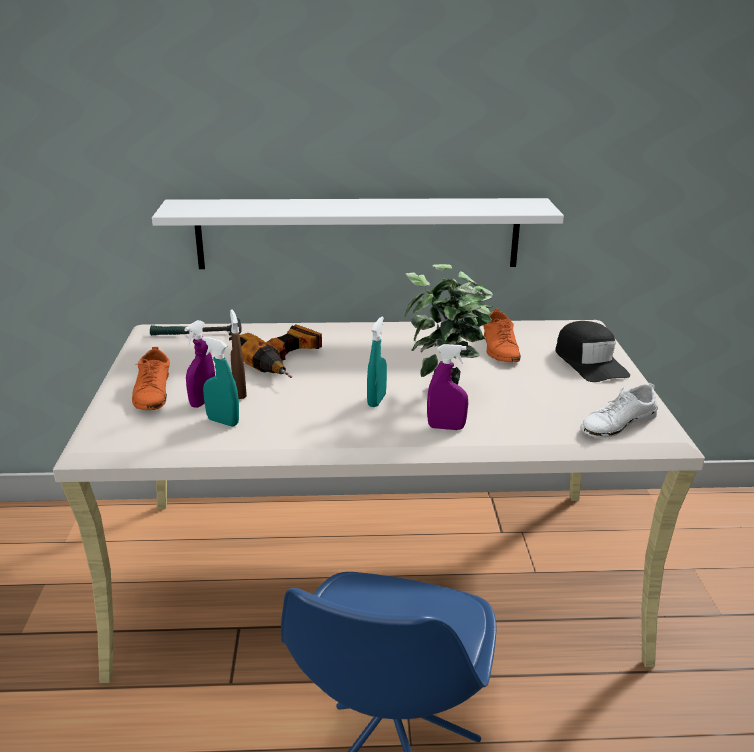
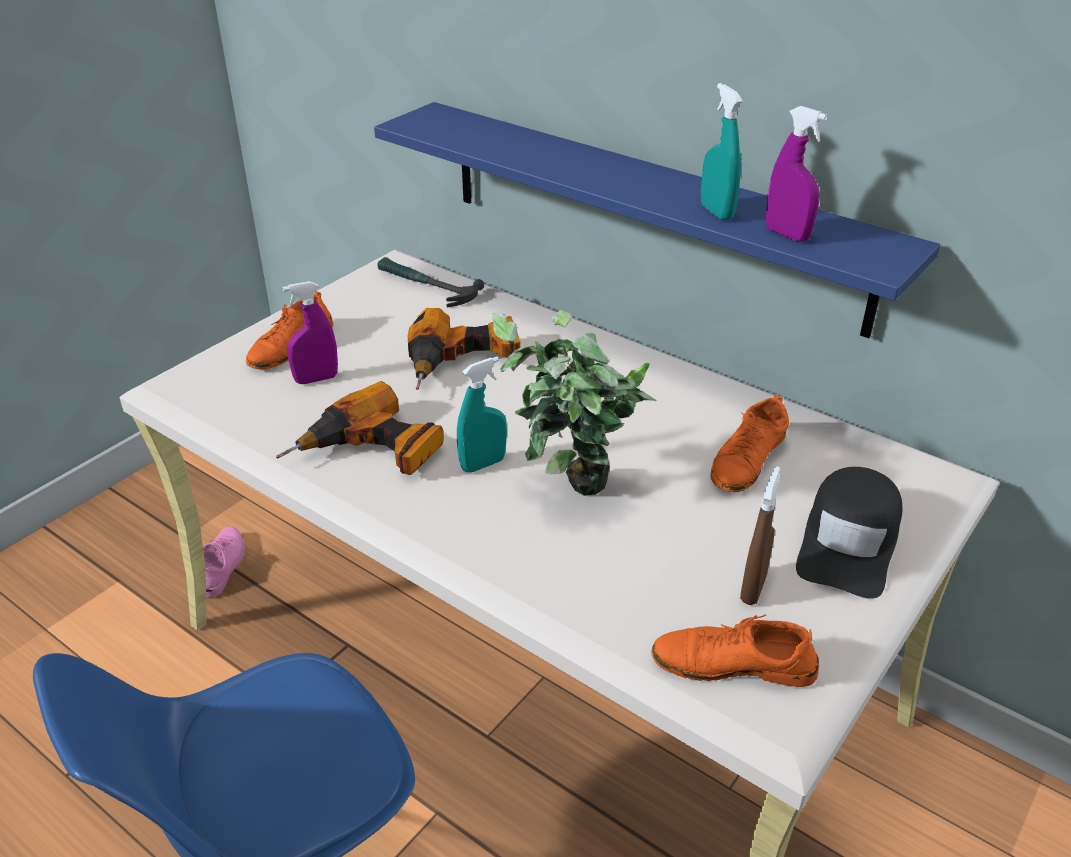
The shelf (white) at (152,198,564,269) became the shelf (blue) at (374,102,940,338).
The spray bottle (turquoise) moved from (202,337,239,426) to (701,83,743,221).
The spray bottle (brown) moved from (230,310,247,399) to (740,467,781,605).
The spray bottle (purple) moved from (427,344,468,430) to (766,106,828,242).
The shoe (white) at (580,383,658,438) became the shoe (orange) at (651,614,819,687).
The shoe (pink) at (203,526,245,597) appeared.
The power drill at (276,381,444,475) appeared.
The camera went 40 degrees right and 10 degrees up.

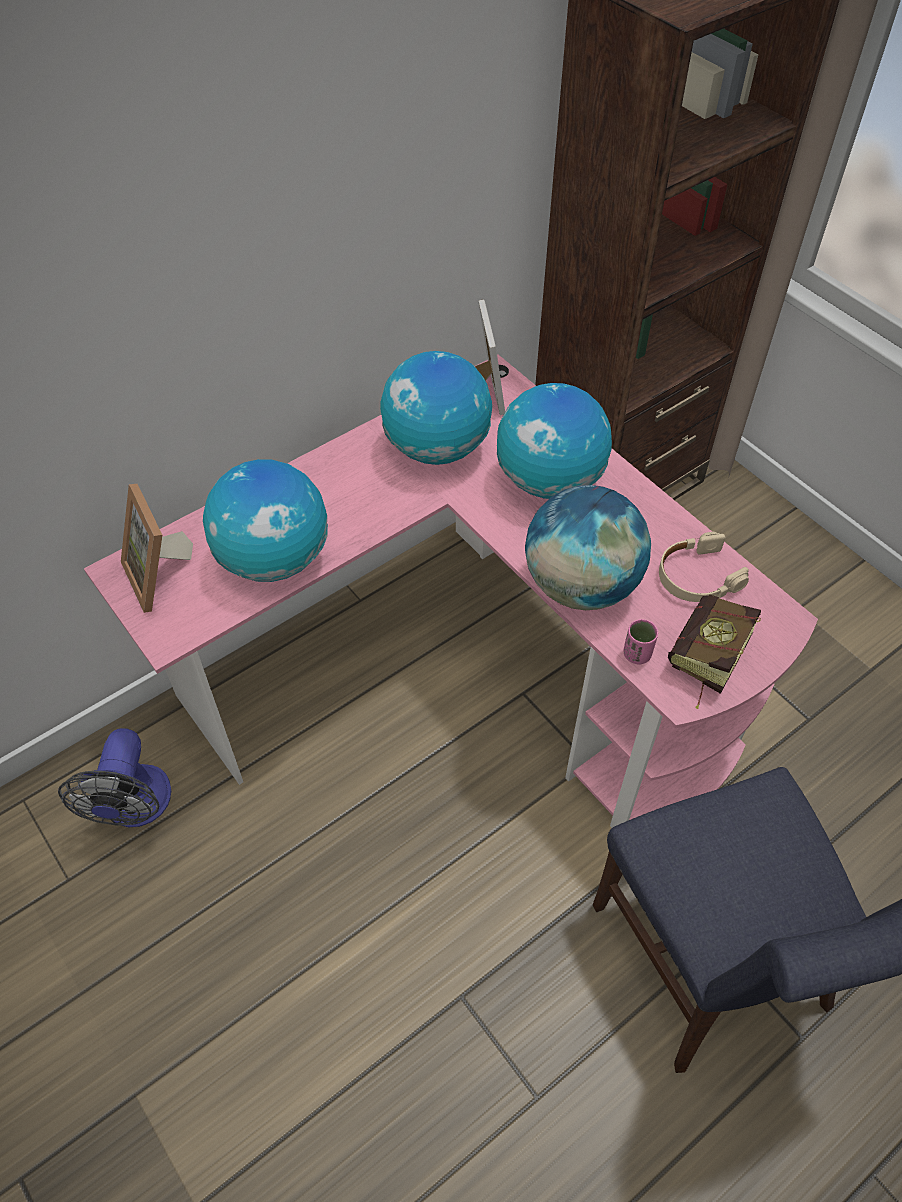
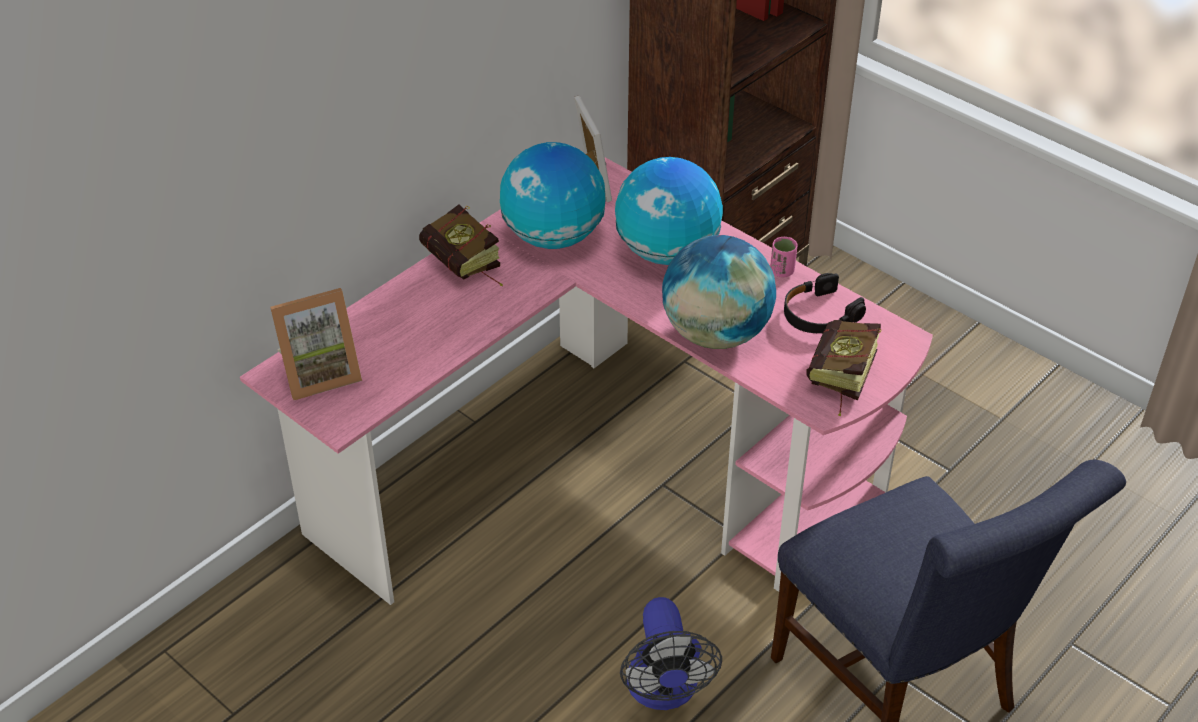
The fan moved from (58,728,171,827) to (620,597,722,710).
The picture frame at (121,484,193,613) turned 75 degrees counterclockwise.
The globe at (203,459,328,582) disappeared.
The cup (pink) moved from (623,619,658,664) to (770,237,797,277).
The headphones (beige) at (659,532,749,602) became the headphones (black) at (784,273,866,333).
The book at (419,205,503,286) appeared.
The camera went 10 degrees left and 10 degrees down.

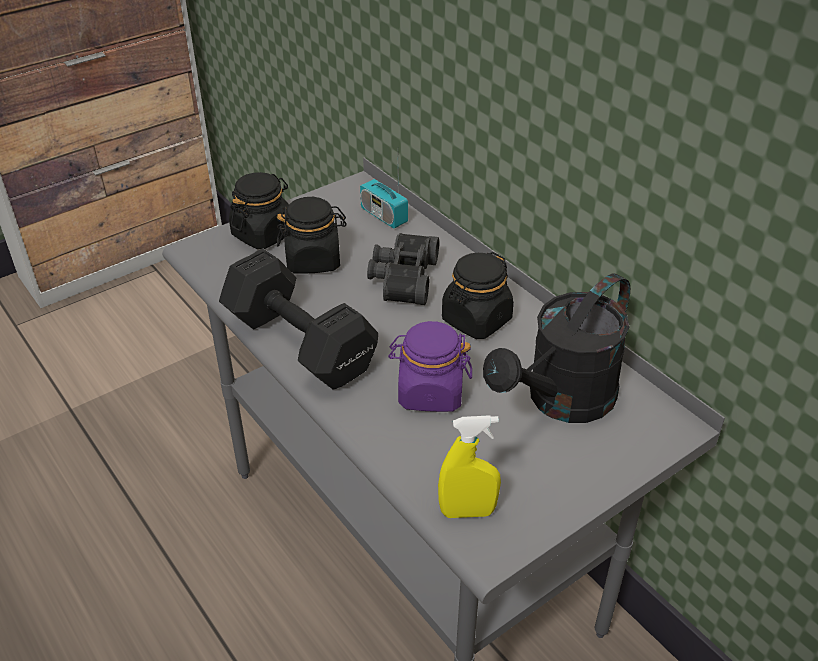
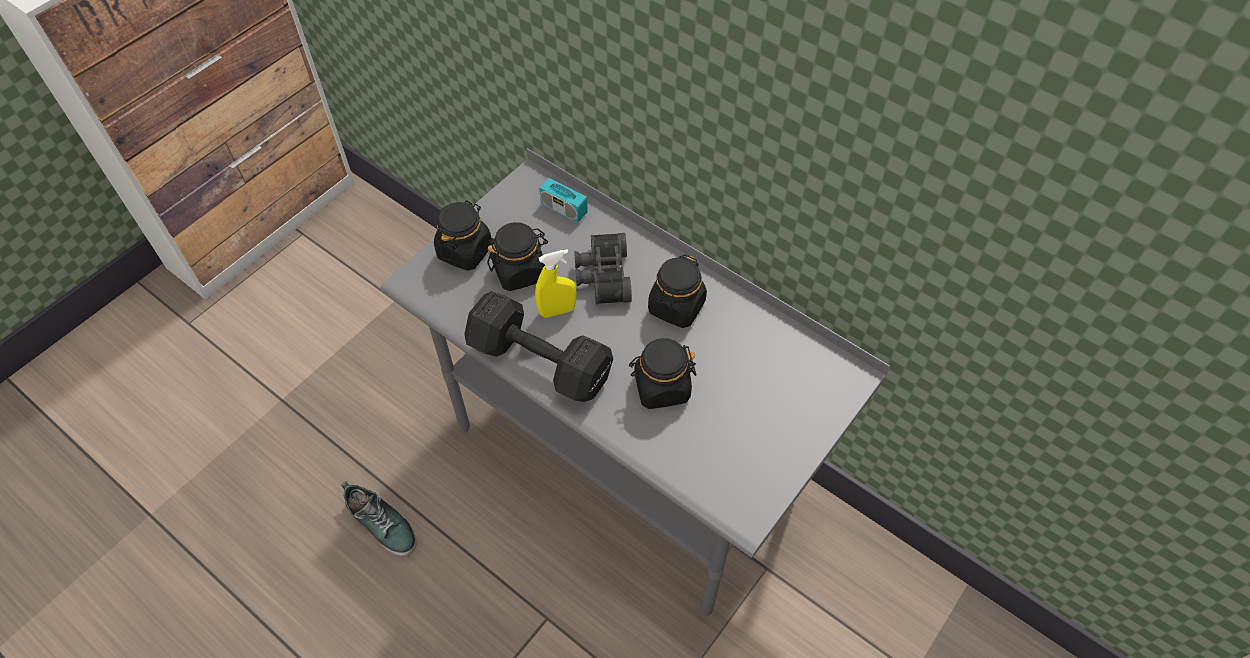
The jar (purple) at (388,321,472,412) became the jar (black) at (629,338,696,409).
The spray bottle (yellow) moved from (438,415,501,518) to (535,249,576,318).
The watering can (black) at (483,274,630,423) disappeared.
The shoe at (341,481,417,556) appeared.
The camera went 15 degrees left and 15 degrees up.

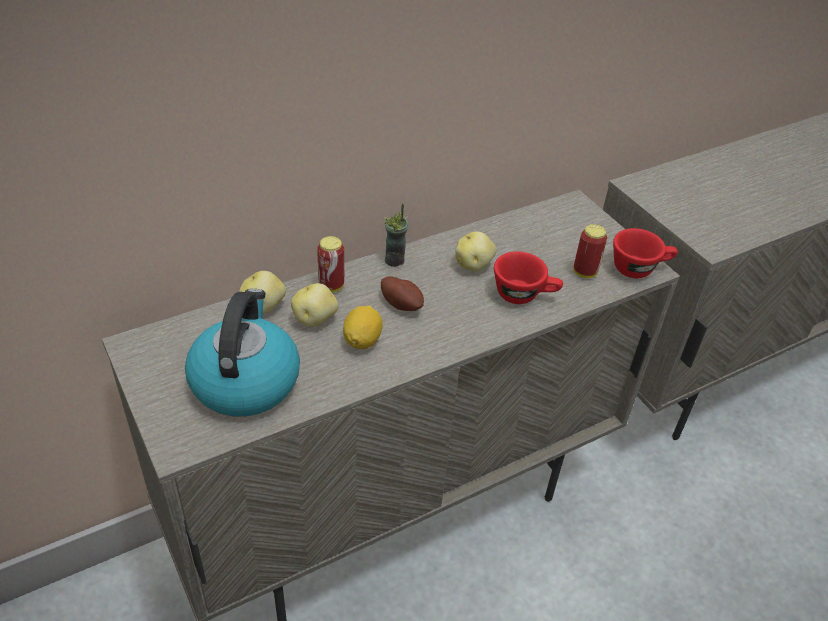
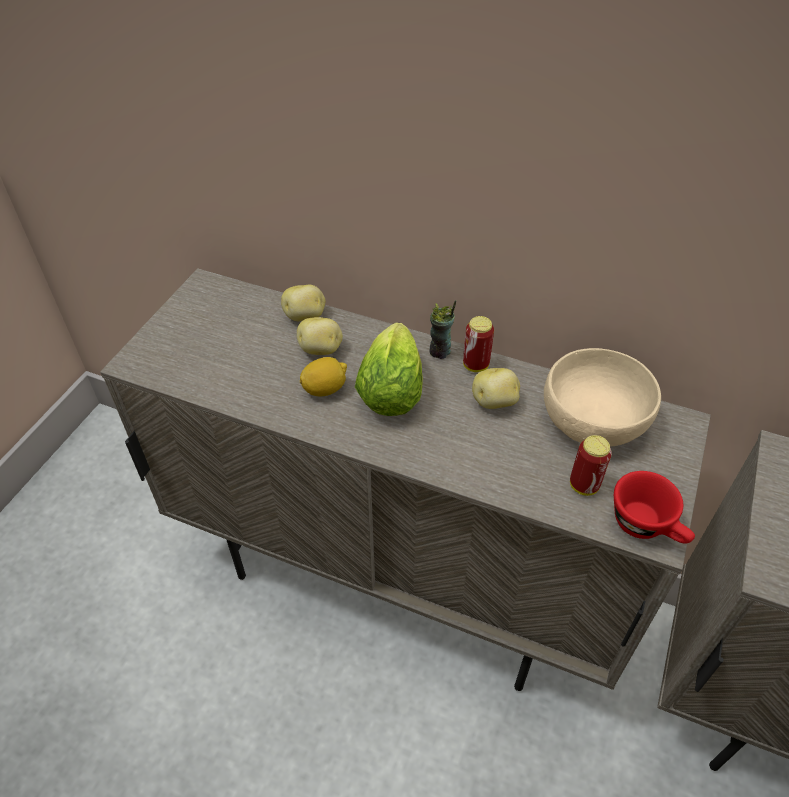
The kettle at (185,289,300,416) disappeared.
The can moved from (317,236,344,292) to (463,316,494,372).
The potato at (381,276,424,311) was replaced by the lettuce at (355,323,423,416).
The cup (red) at (494,251,563,304) disappeared.
The bowl (beige) at (544,348,661,447) appeared.
The camera went 55 degrees right and 5 degrees up.

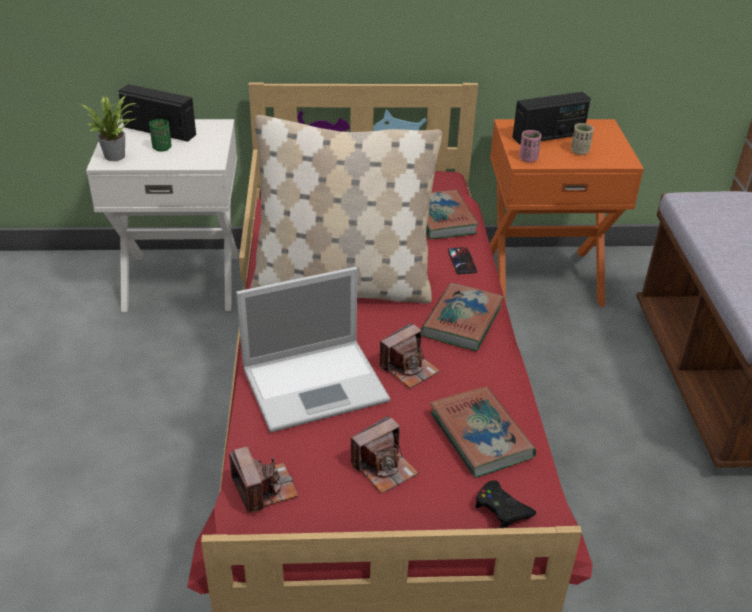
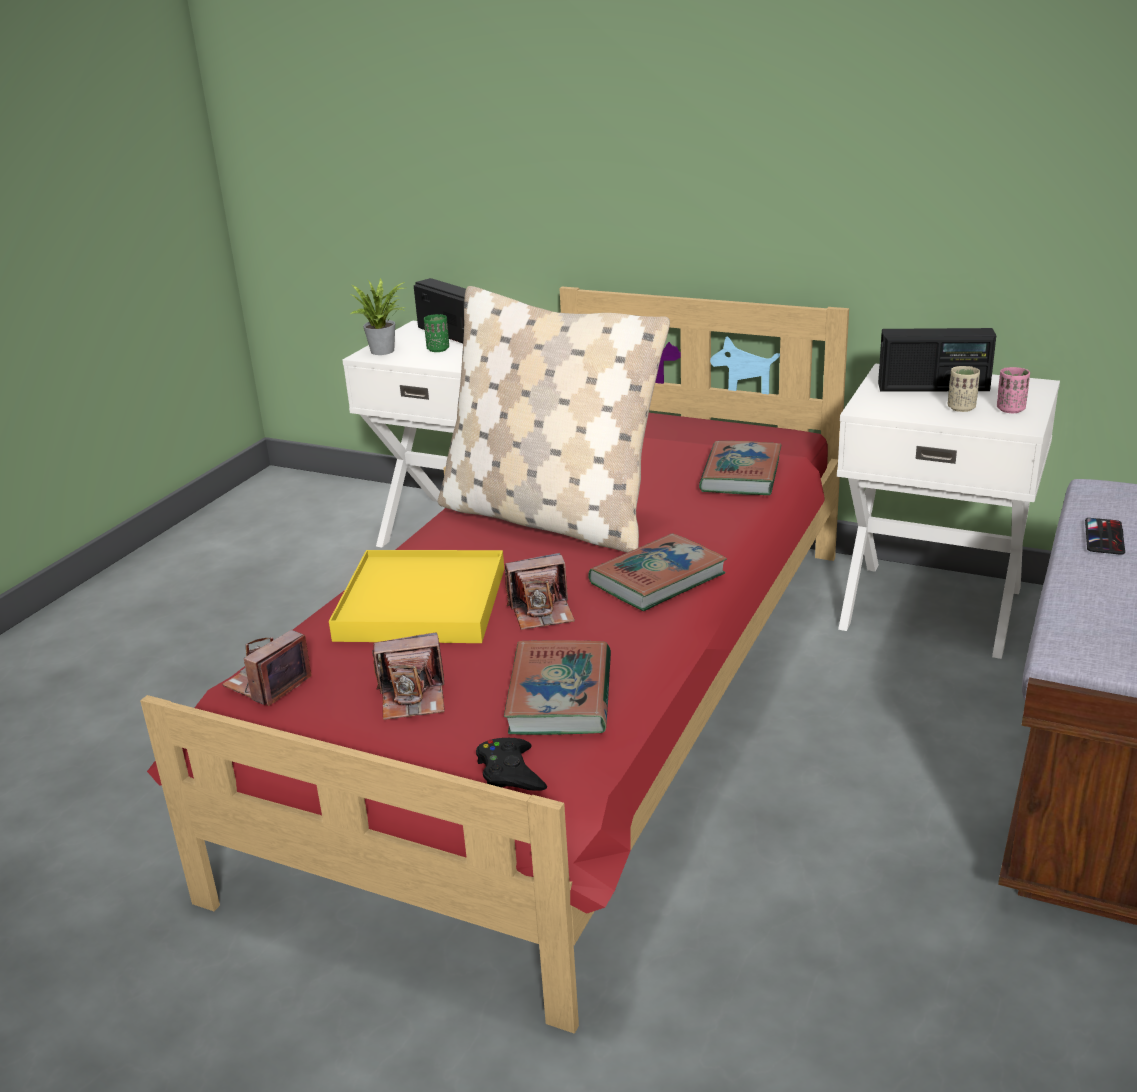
The photo camera at (229,447,298,513) turned 150 degrees counterclockwise.
The laptop at (236,267,390,433) was replaced by the tray (yellow) at (329,550,504,643).
The phone moved from (448,247,477,274) to (1085,518,1125,555).
The nightstand (orange) at (490,119,644,307) became the nightstand (white) at (837,364,1060,659).
The cup (pink) moved from (519,130,542,162) to (997,367,1030,413).
The camera went 30 degrees right and 10 degrees down.

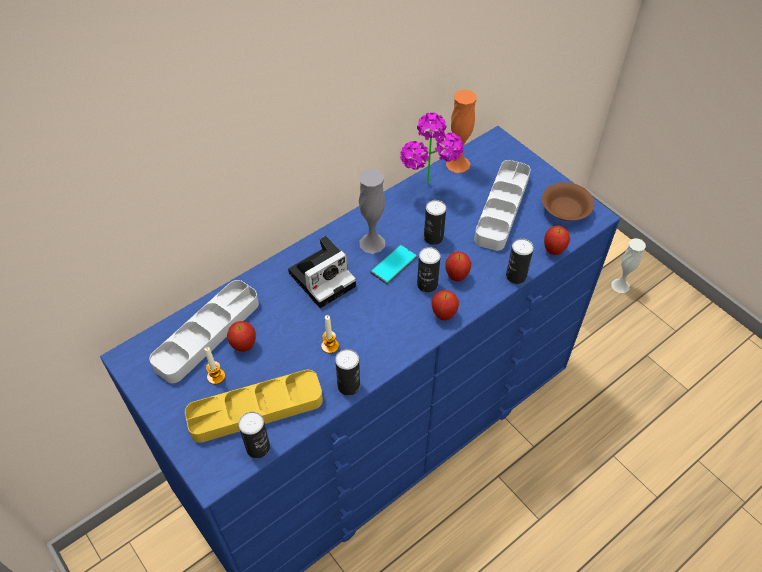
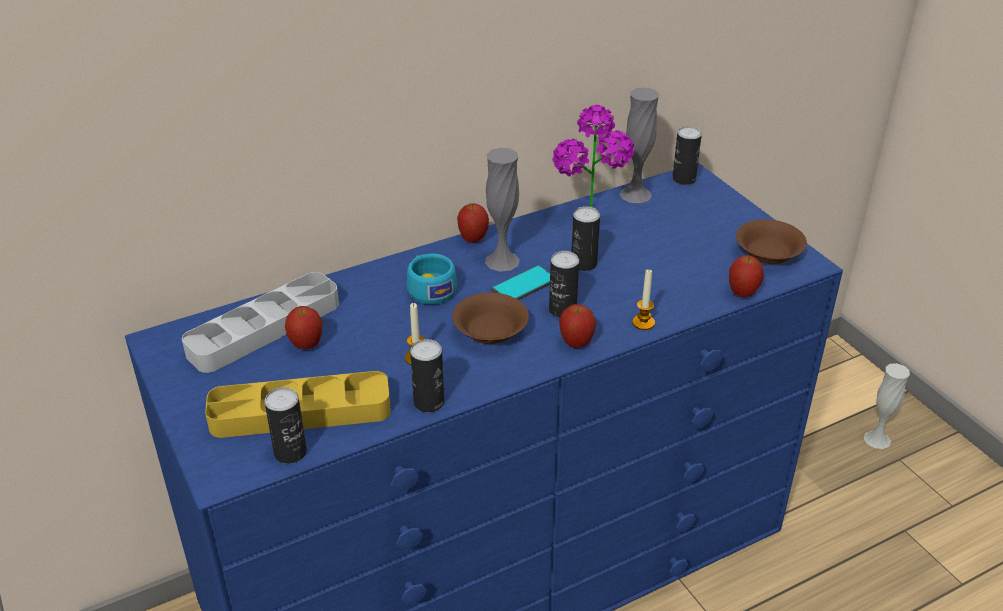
The candle moved from (204,347,225,385) to (632,269,655,330).
The photo camera at (288,236,356,308) was replaced by the cup (turquoise) at (407,253,457,304).
The vase (orange) at (446,89,477,173) became the vase (grey) at (620,88,659,203).
The apple moved from (446,252,471,282) to (457,203,489,243).
The tray (grey) at (474,160,531,251) disappeared.
The can moved from (506,238,534,284) to (672,126,702,185).
The bowl (brown) at (452,293,529,344) appeared.
The camera went 10 degrees right and 15 degrees down.

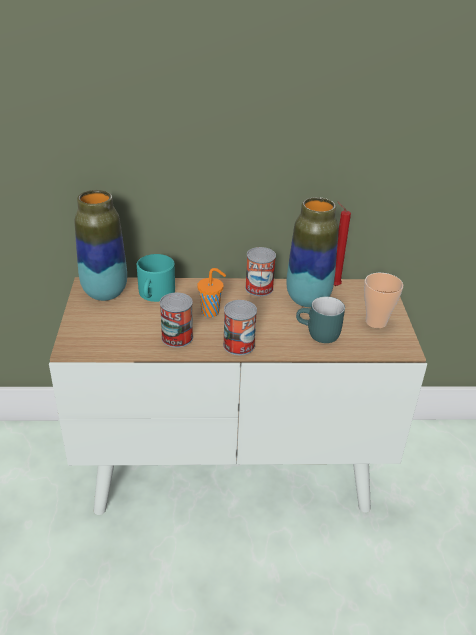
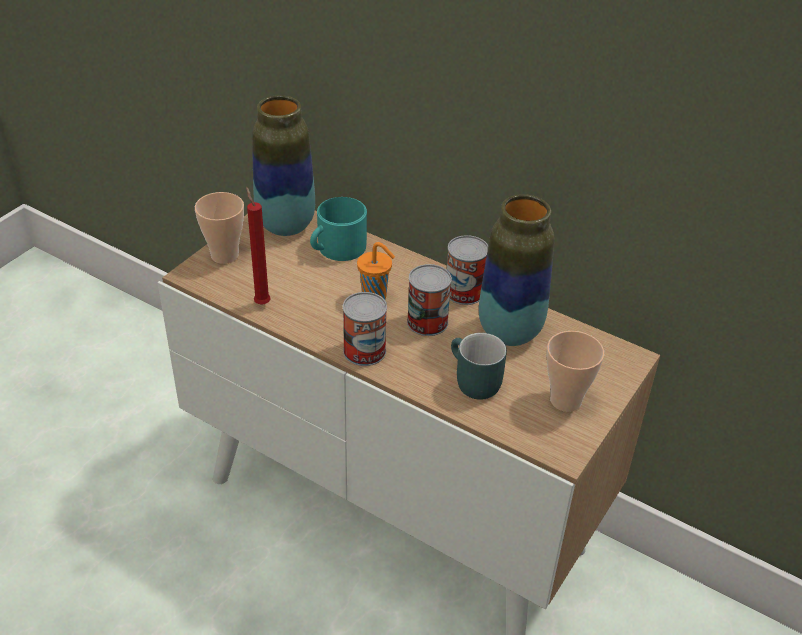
The can moved from (160,292,193,348) to (407,264,452,336).
The candle (red) moved from (334,202,351,286) to (246,187,271,305).
The cup at (195,192,244,264) appeared.
The camera went 35 degrees right and 5 degrees up.

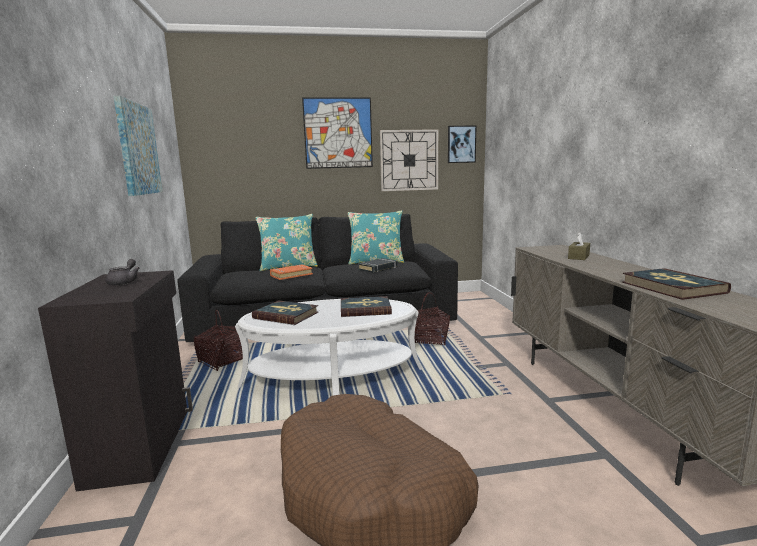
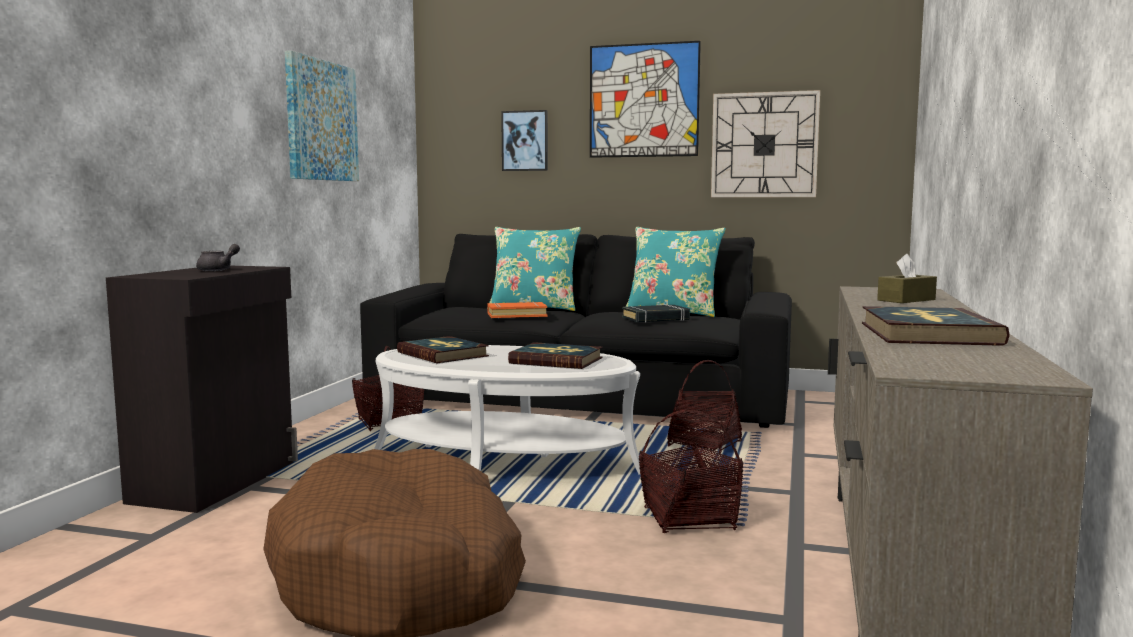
The picture moved from (448,125,477,163) to (501,110,548,171).
The basket at (639,410,743,533) appeared.
The camera went 25 degrees right and 5 degrees down.

